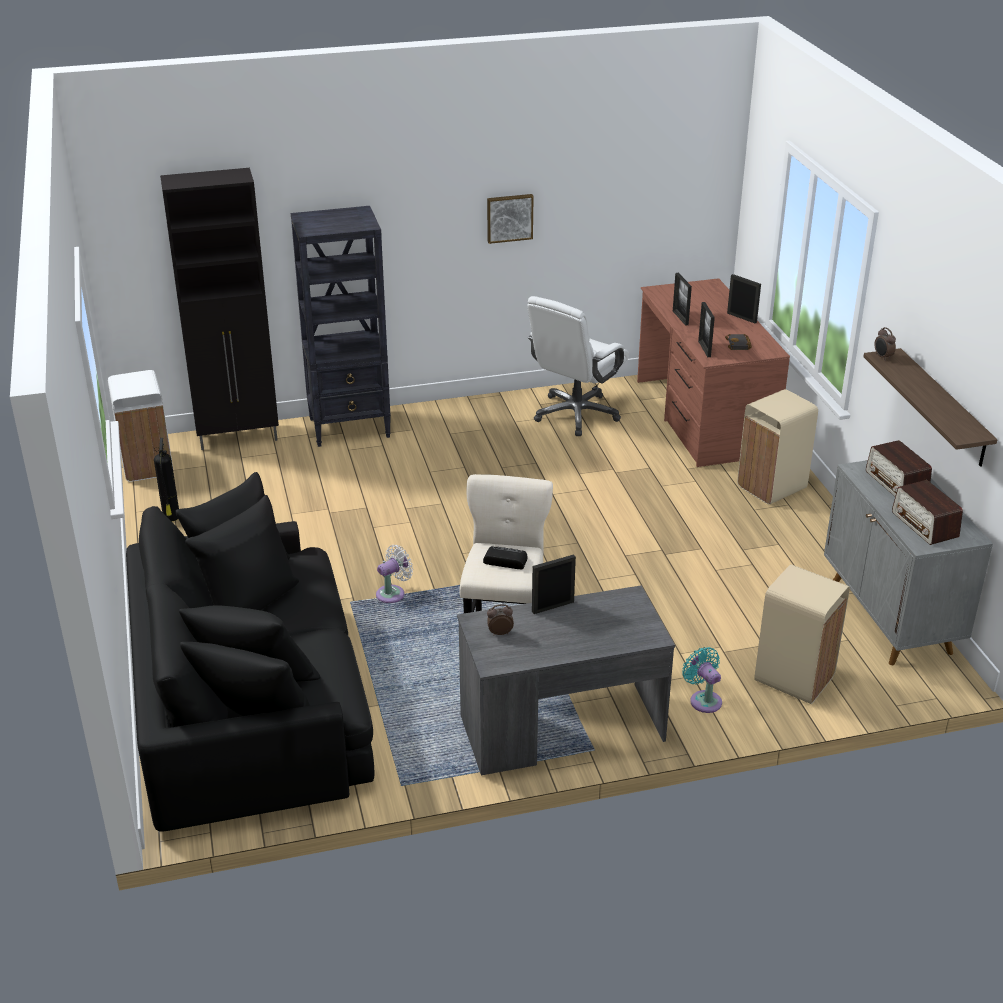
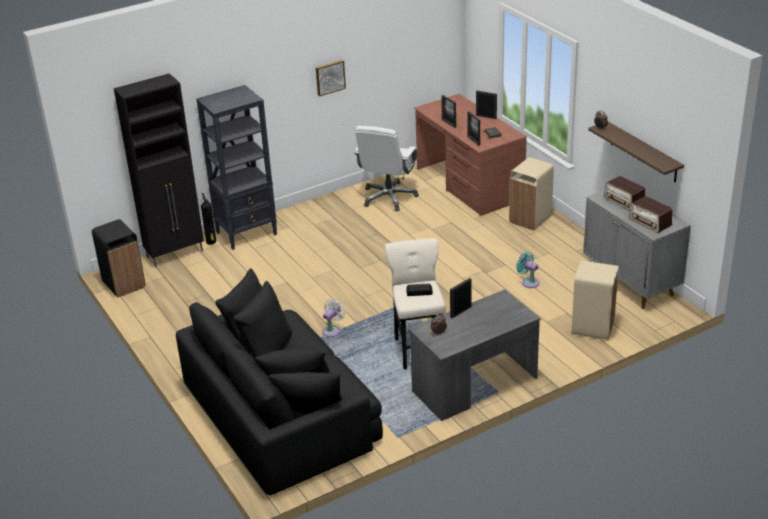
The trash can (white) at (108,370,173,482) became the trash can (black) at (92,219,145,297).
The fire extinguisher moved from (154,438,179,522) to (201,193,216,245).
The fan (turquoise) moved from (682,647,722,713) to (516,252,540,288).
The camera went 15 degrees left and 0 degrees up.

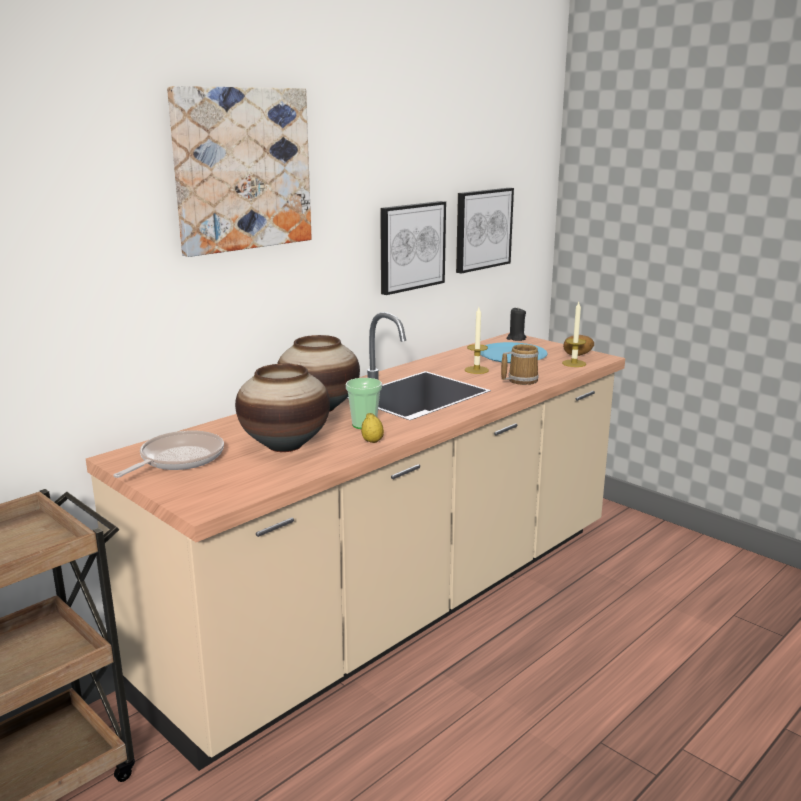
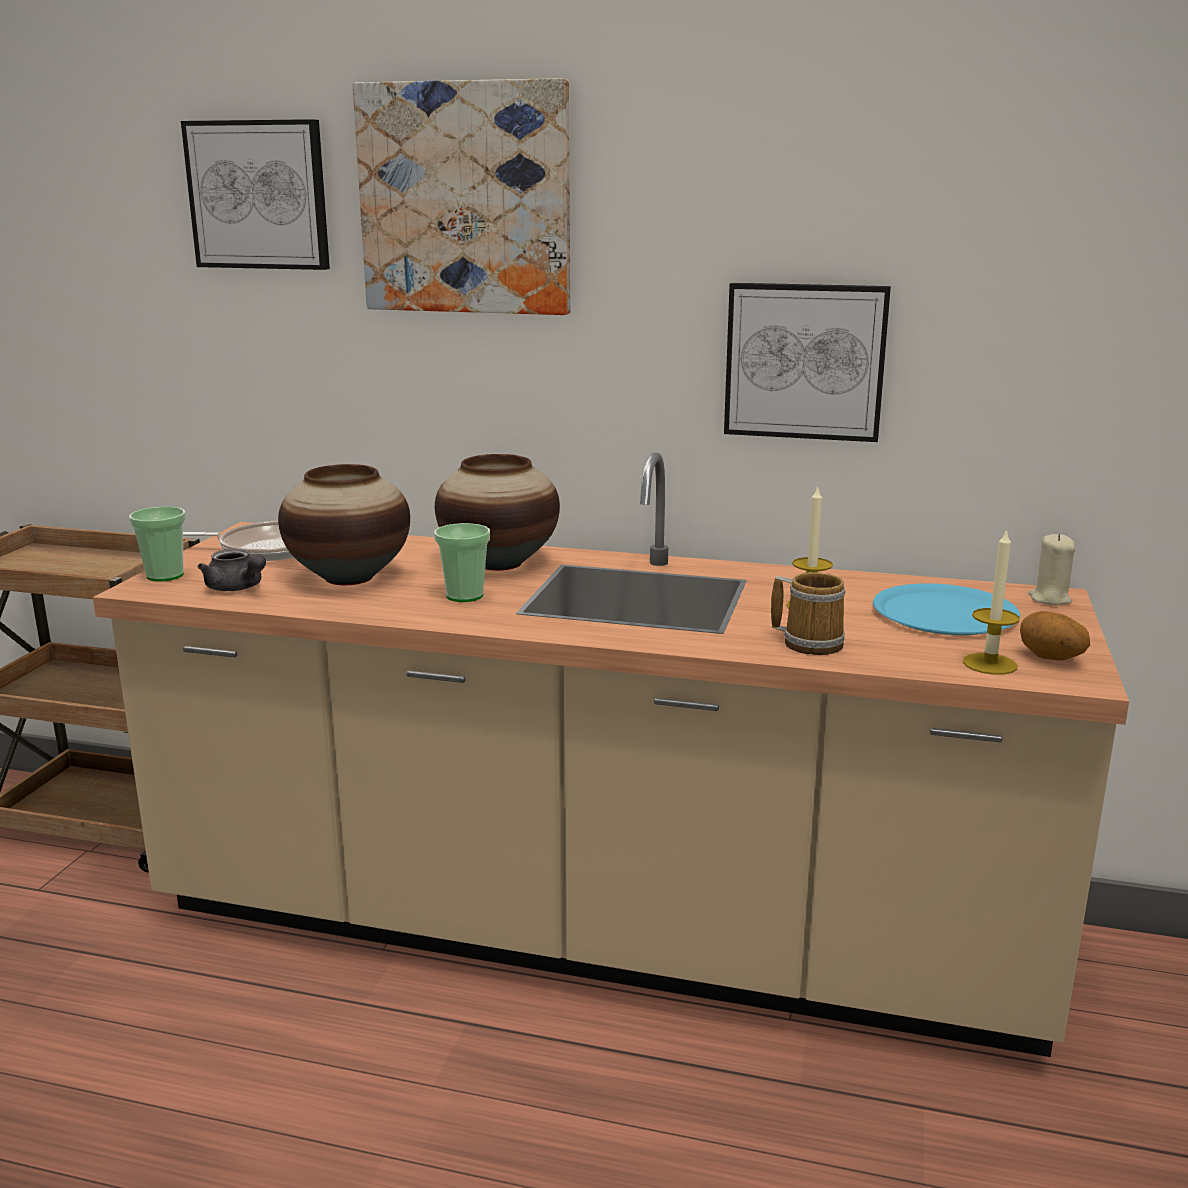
The lemon at (361,413,384,443) disappeared.
The picture moved from (456,188,514,274) to (181,119,330,270).
The candle (black) at (506,308,526,341) became the candle (beige) at (1028,534,1075,605).
The cup at (129,507,186,581) appeared.
The teapot (grey) at (198,549,266,591) appeared.
The camera went 60 degrees right and 0 degrees up.

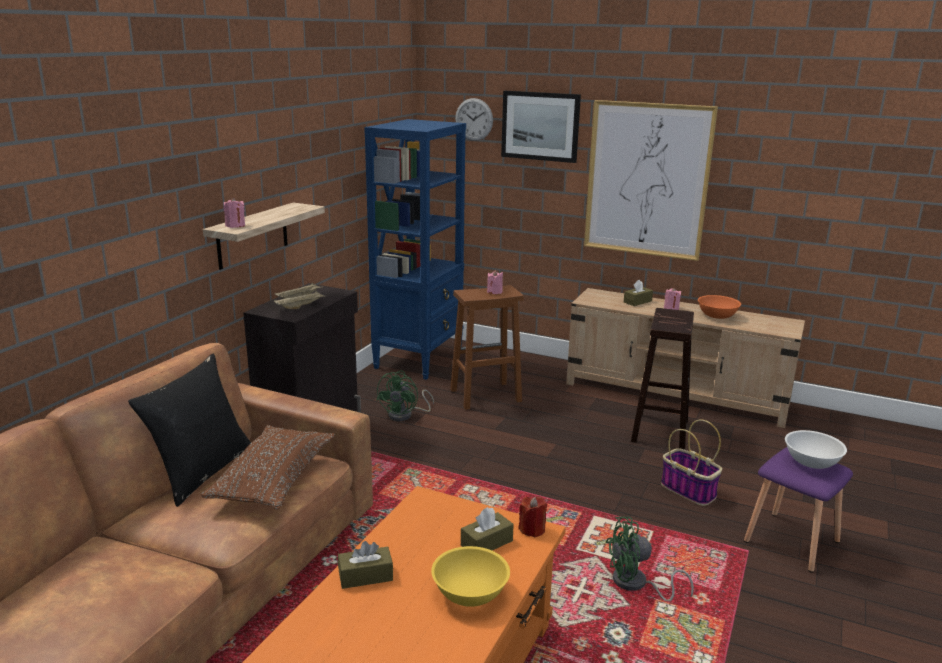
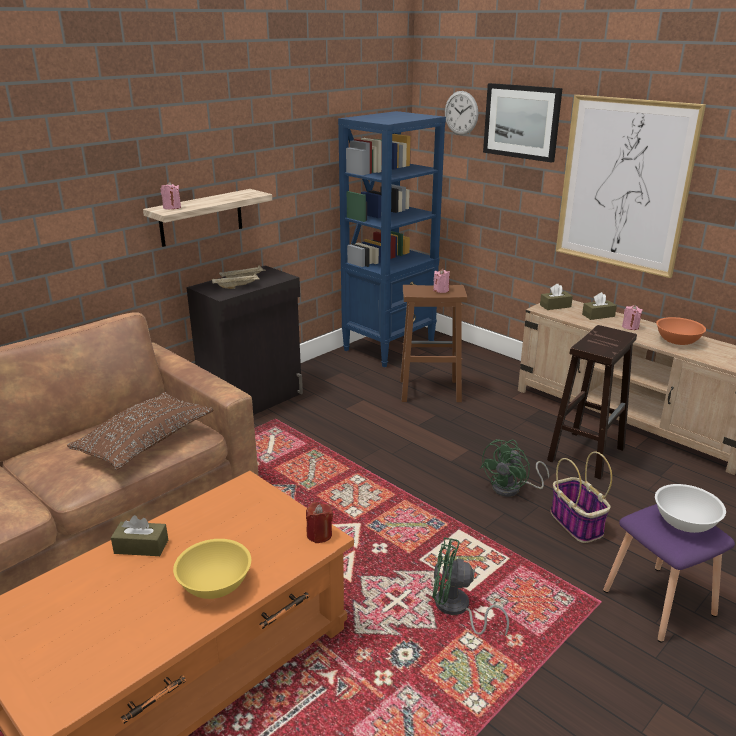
The pillow (black) at (128,354,251,507) disappeared.
The fan (green) moved from (376,370,434,421) to (480,439,549,497).
The tissue box (brown) moved from (461,507,514,550) to (540,284,573,310).
The camera went 20 degrees right and 5 degrees up.

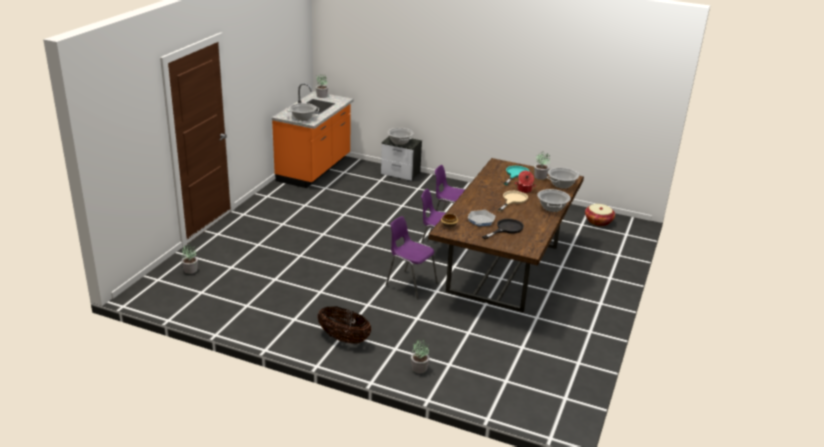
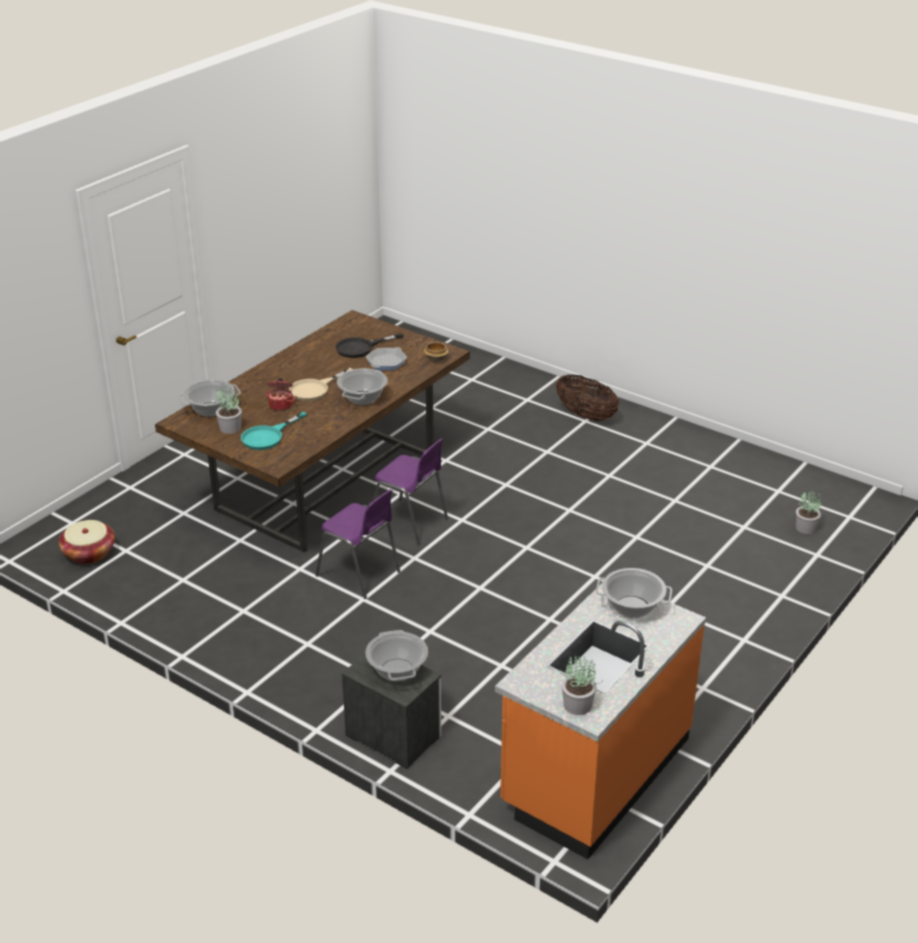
The chair (purple) at (386,216,438,299) disappeared.
The potted plant at (411,339,430,373) disappeared.
The cooking pot moved from (537,189,570,212) to (337,368,388,405).
The camera went 165 degrees left and 5 degrees up.

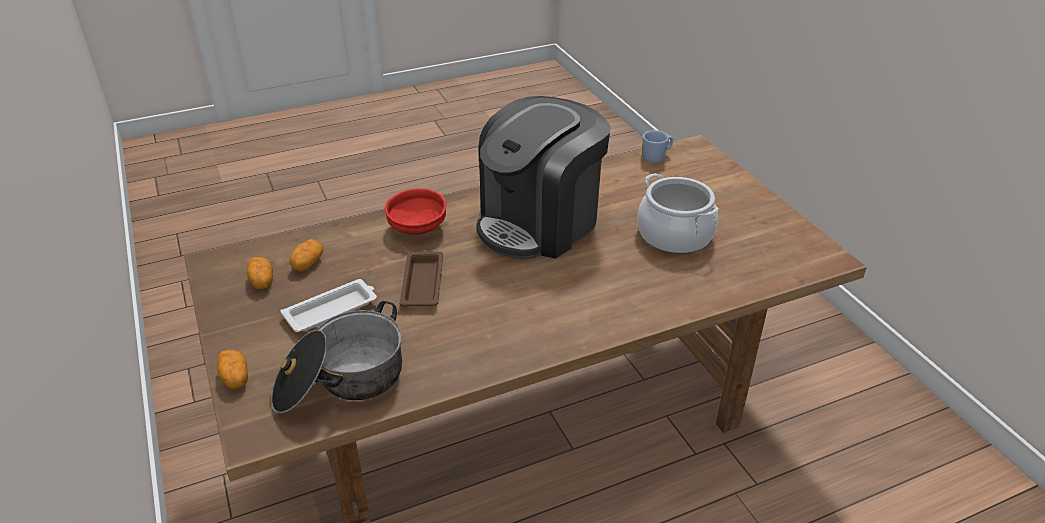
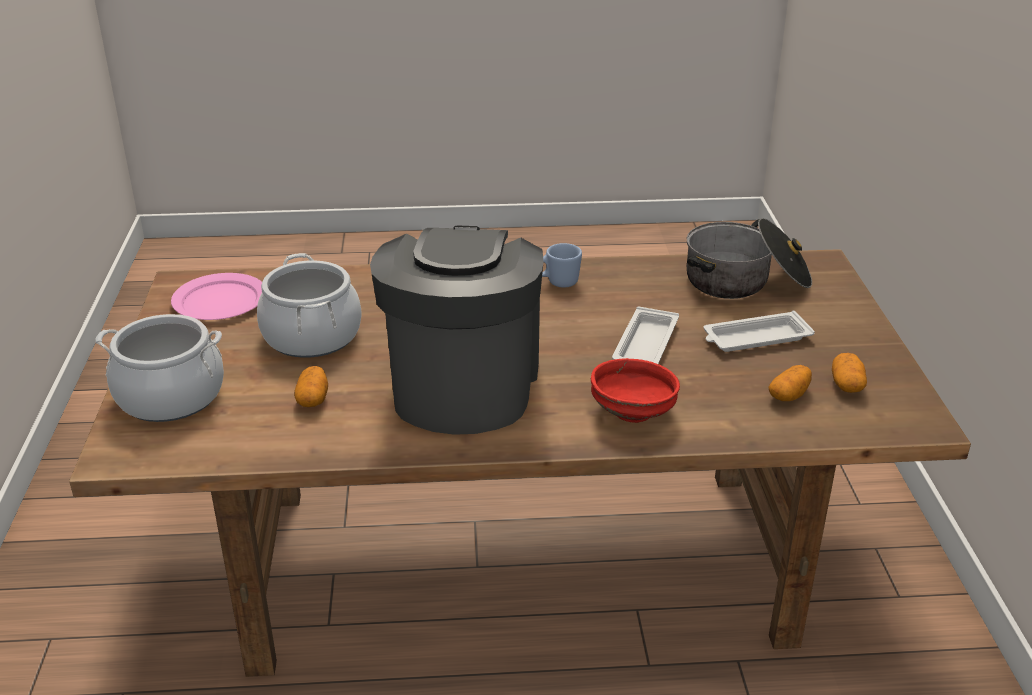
The potato moved from (217,350,248,389) to (294,366,328,407).
The tray (brown) at (400,250,443,306) became the tray (white) at (612,306,679,364).
The coffee machine at (477,96,611,259) turned 60 degrees counterclockwise.
The mug (blue) moved from (643,130,674,163) to (542,243,582,288).
The cooking pot at (95,314,224,422) appeared.
The plate (pink) at (171,273,262,320) appeared.
The camera went 160 degrees left and 5 degrees down.

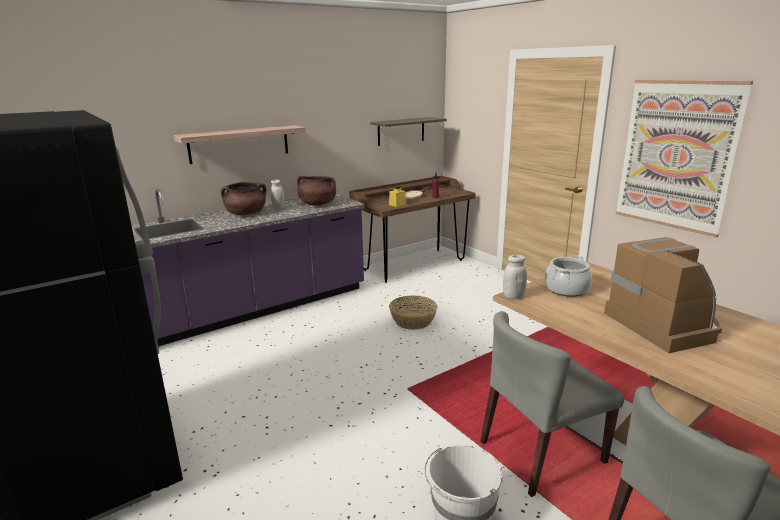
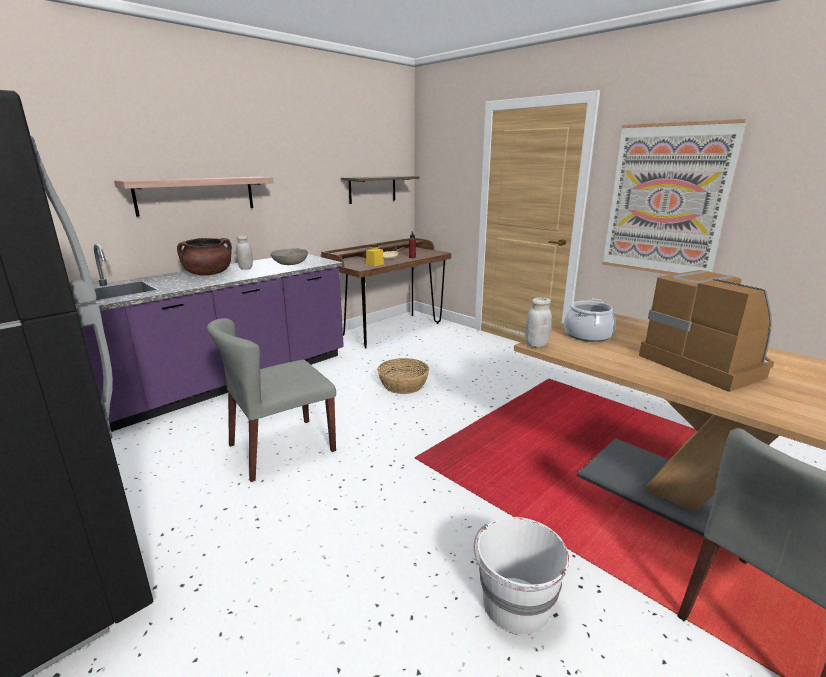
The cooking pot (brown) at (297,176,336,206) was replaced by the bowl (grey) at (270,248,308,265).
The chair (grey) moved from (480,311,624,497) to (207,318,336,482).
The camera went 10 degrees left and 0 degrees up.

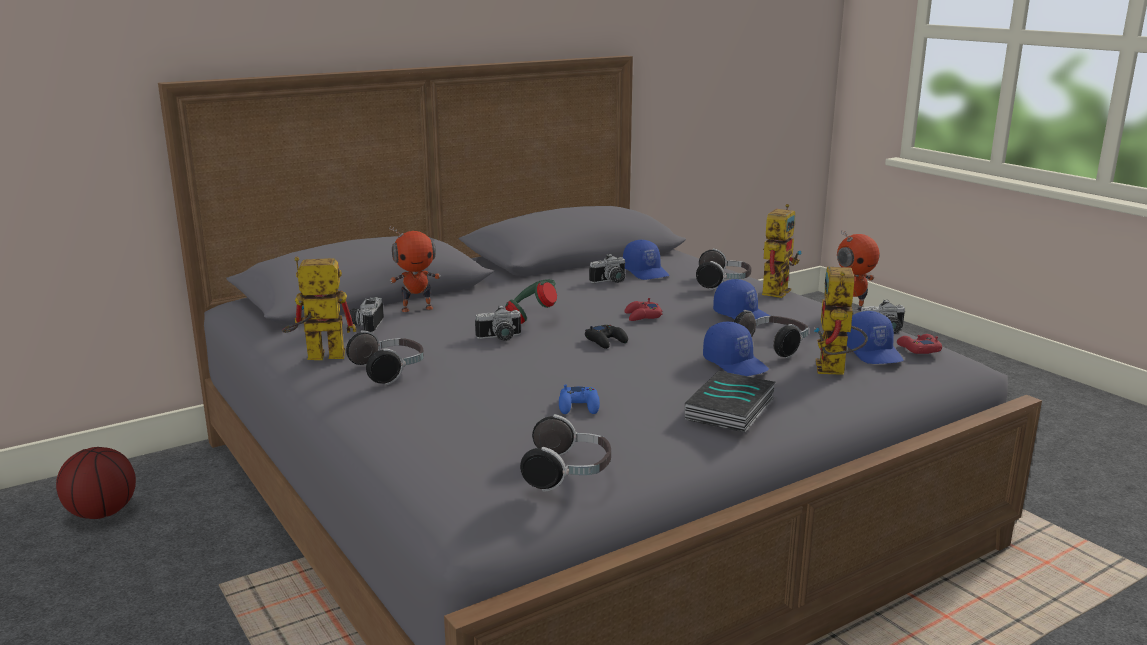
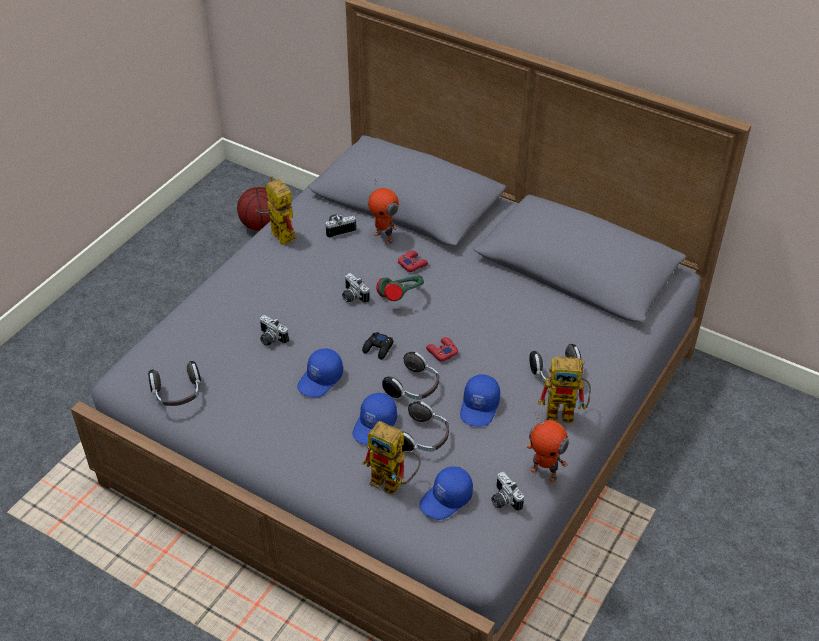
The headphones moved from (346,330,424,385) to (382,352,439,400).
The game controller (blue) at (559,384,600,414) disappeared.
The photo camera moved from (589,254,626,283) to (259,315,289,346).
The cap (blue) moved from (623,240,669,280) to (297,348,343,398).
The book at (685,371,776,433) disappeared.
The toy robot at (814,267,868,375) turned 135 degrees counterclockwise.
The game controller (red) moved from (897,334,942,354) to (398,250,428,272).
The camera went 65 degrees right and 25 degrees up.

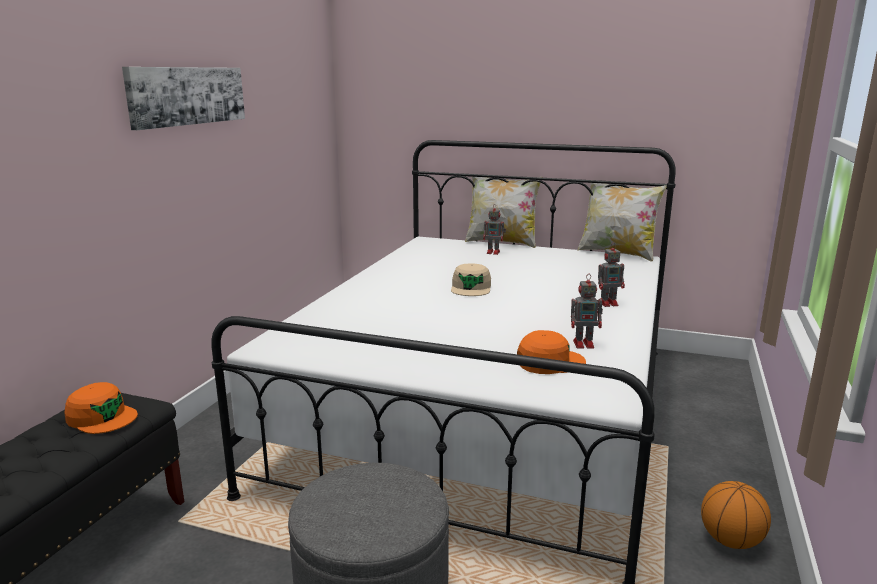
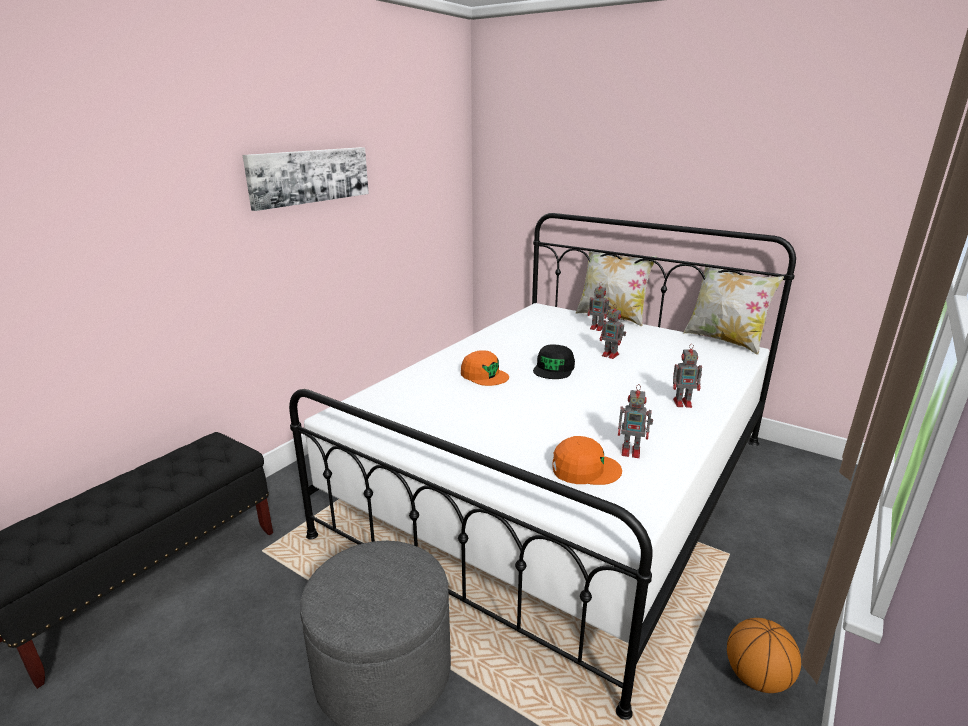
The cap (orange) moved from (64,382,138,434) to (461,350,509,386).
The cap (beige) at (451,263,491,296) became the cap (black) at (533,344,575,379).
The toy robot at (600,305,626,359) appeared.
The camera went 15 degrees right and 5 degrees up.

